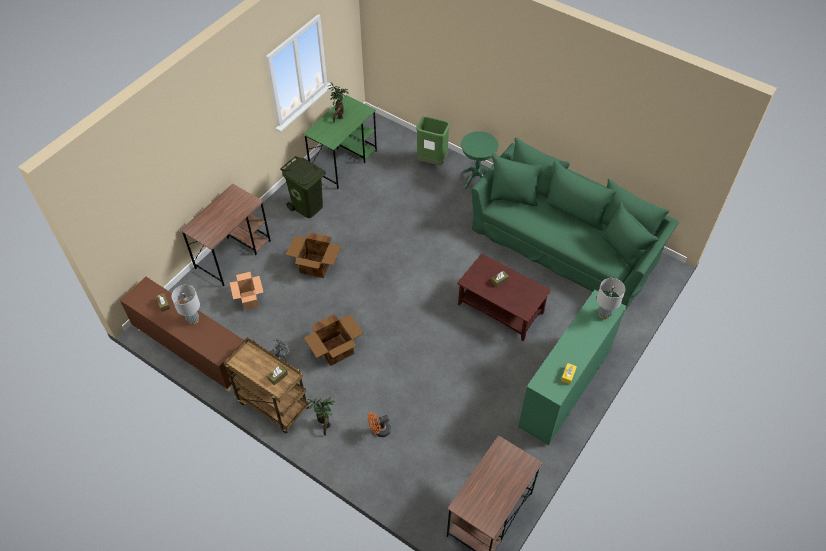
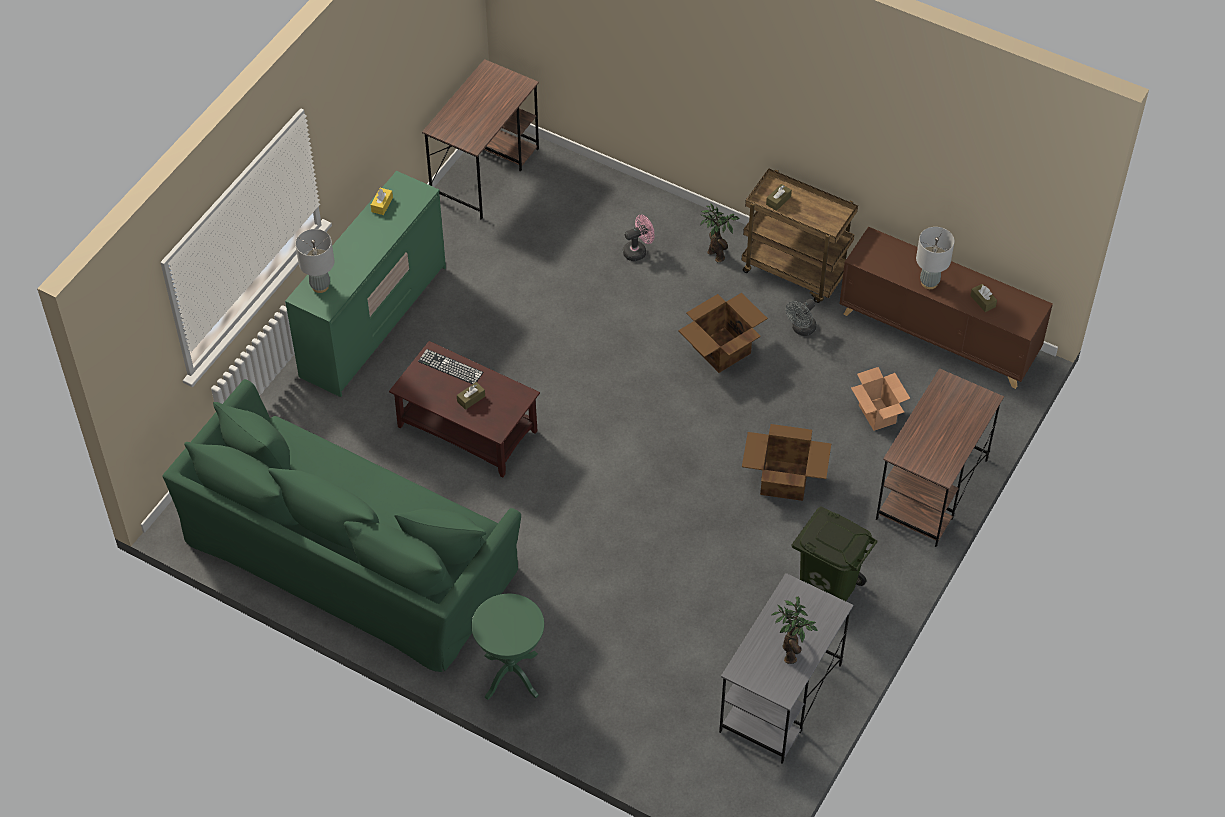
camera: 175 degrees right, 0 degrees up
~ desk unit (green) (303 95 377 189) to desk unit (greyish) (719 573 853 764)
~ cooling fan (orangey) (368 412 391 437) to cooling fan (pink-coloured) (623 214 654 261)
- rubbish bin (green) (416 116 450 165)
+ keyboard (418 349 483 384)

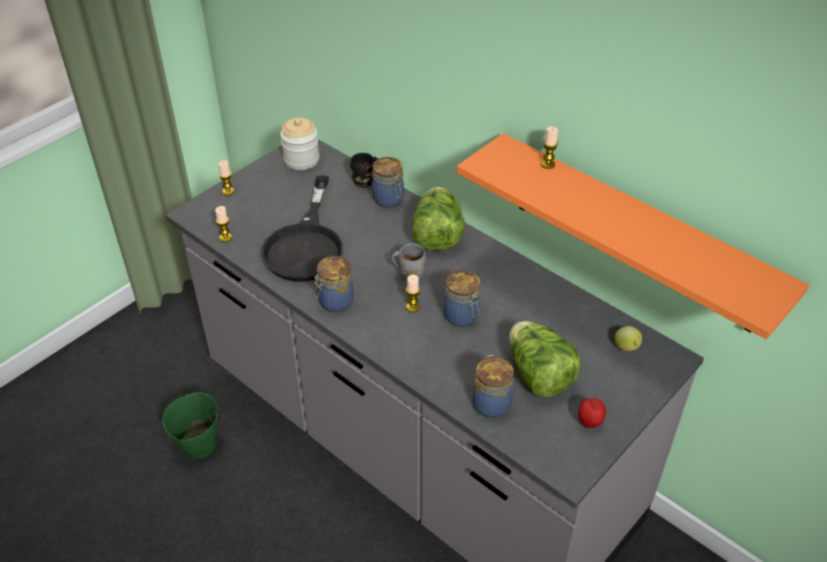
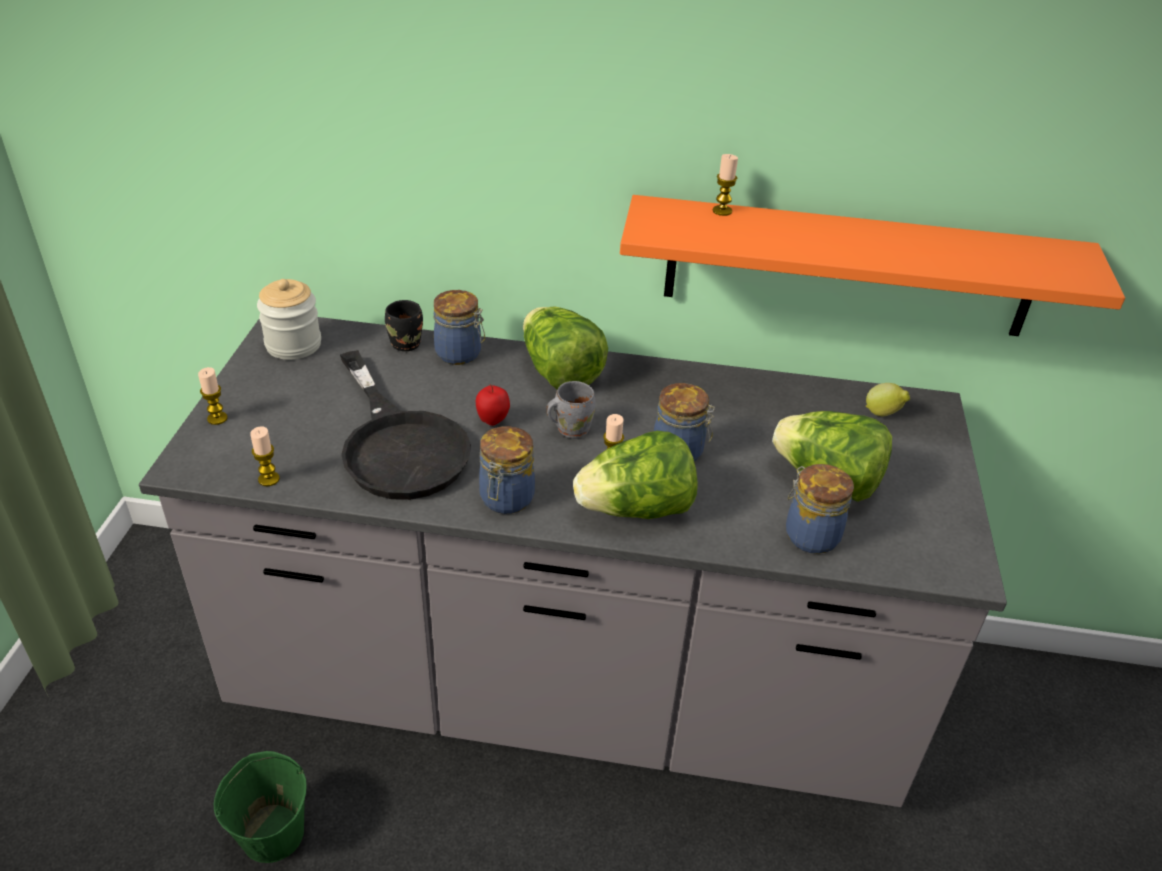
camera: 35 degrees left, 5 degrees down
~ apple (578 398 606 428) to (476 384 510 426)
+ head of lettuce (573 431 698 519)

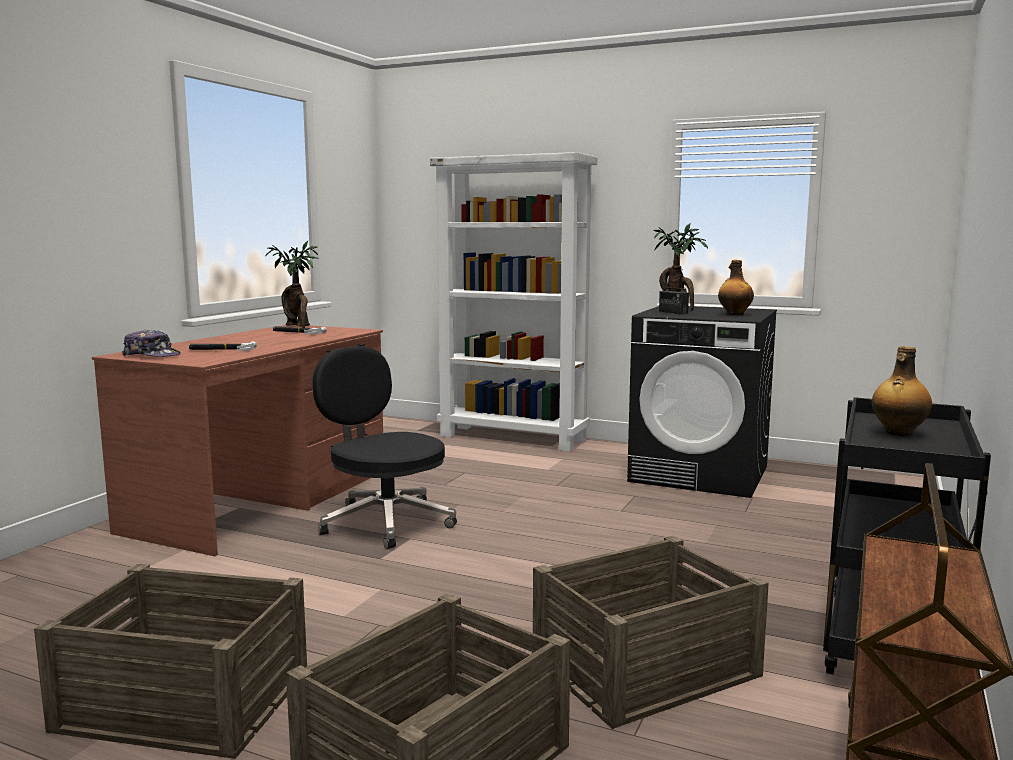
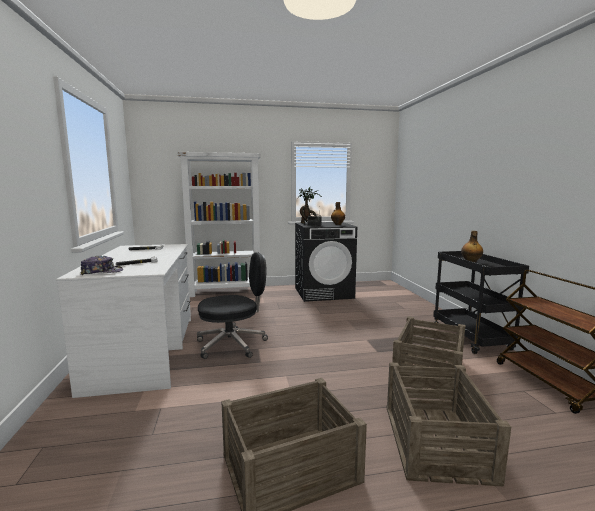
camera: 35 degrees left, 0 degrees up
~ desk unit (brownish) (92 325 383 556) to desk unit (white) (56 244 191 398)
- plant in a pot (265 241 319 328)
~ office chair (black) (313 346 457 549) = (197 252 268 359) 150 degrees clockwise

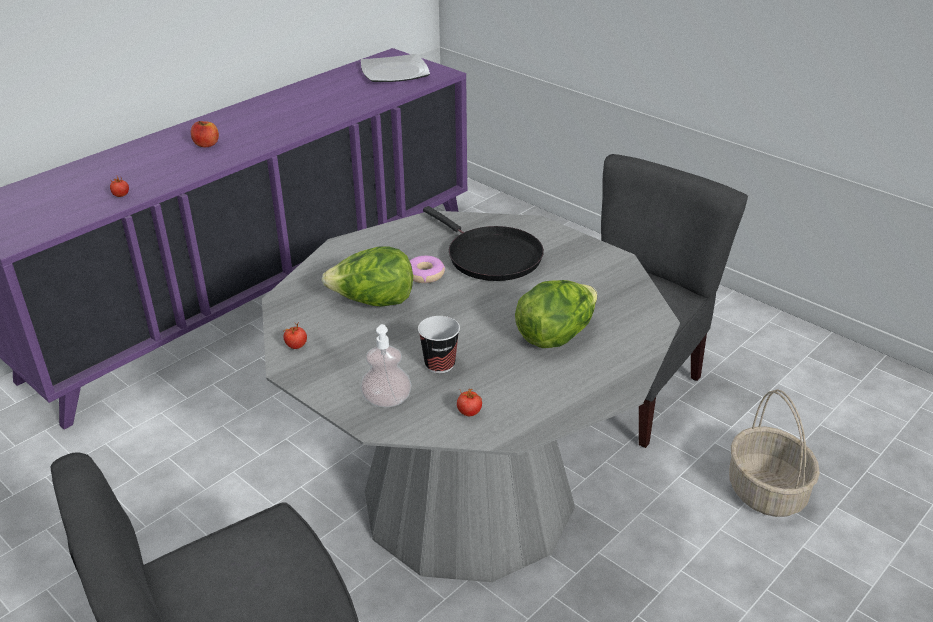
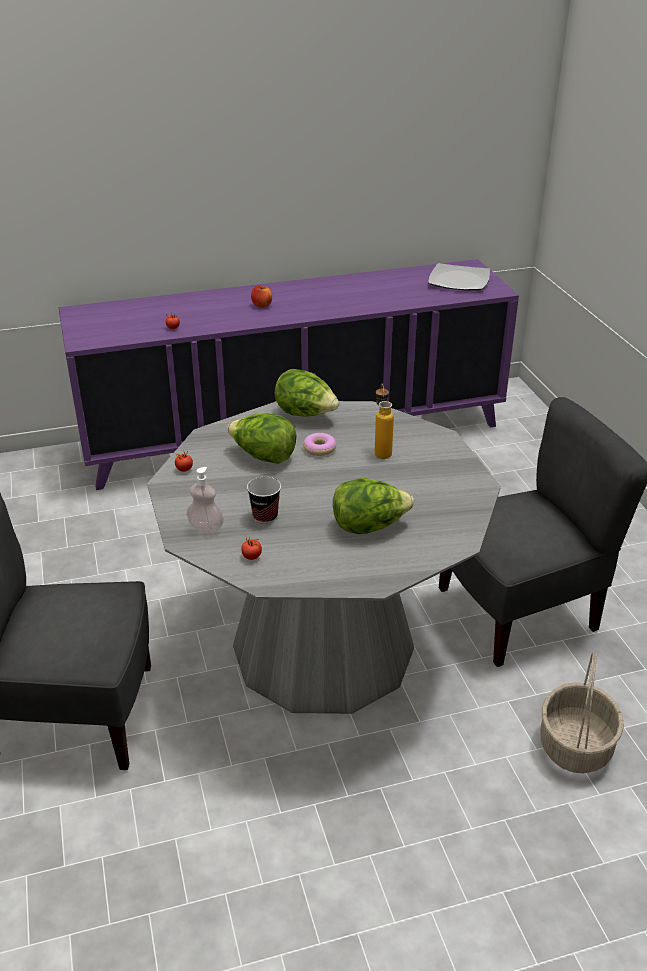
camera: 30 degrees right, 0 degrees up
~ skillet (black) (423 206 544 281) to beverage bottle (374 384 394 459)
+ head of lettuce (275 369 339 417)

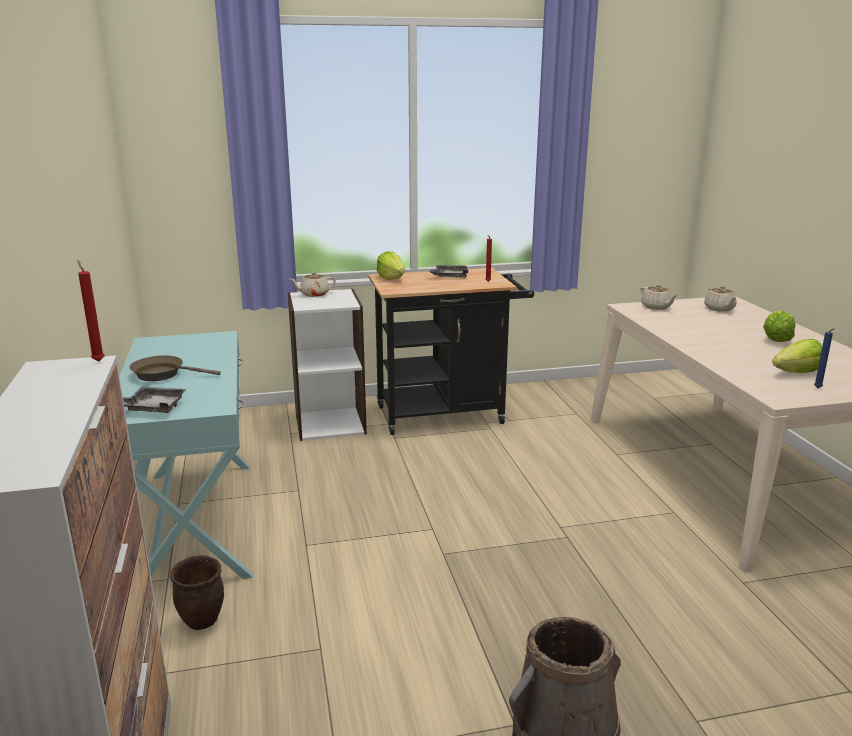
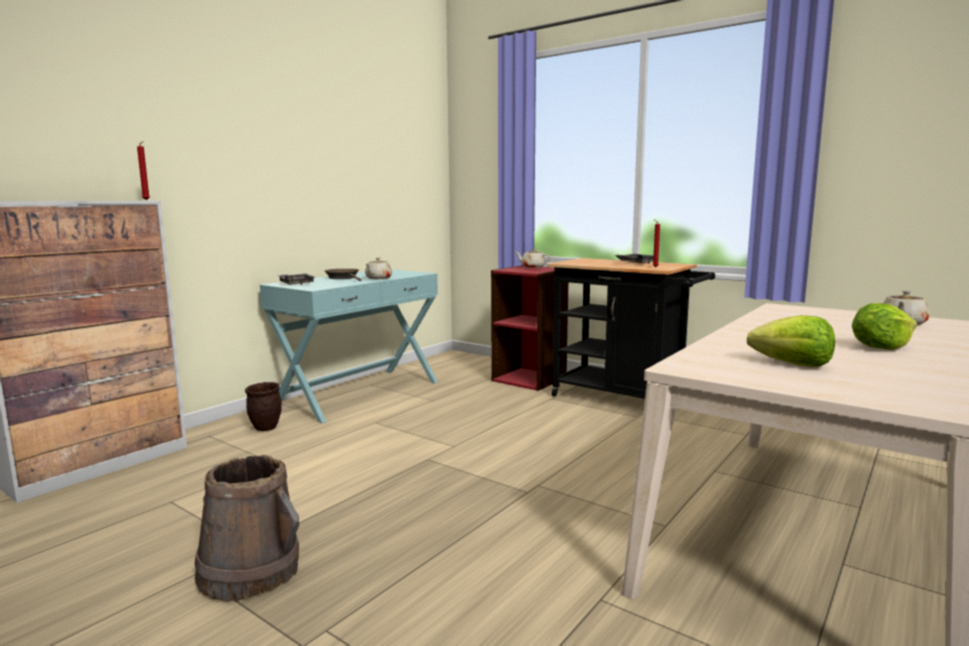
camera: 50 degrees right, 10 degrees down
~ bookshelf (white) (288 289 367 441) to bookshelf (red) (491 265 569 391)
- head of lettuce (376 252 405 280)
~ pot for tea (beige-coloured) (640 284 678 310) to (365 257 392 279)
- wax light (blue-coloured) (814 328 835 388)

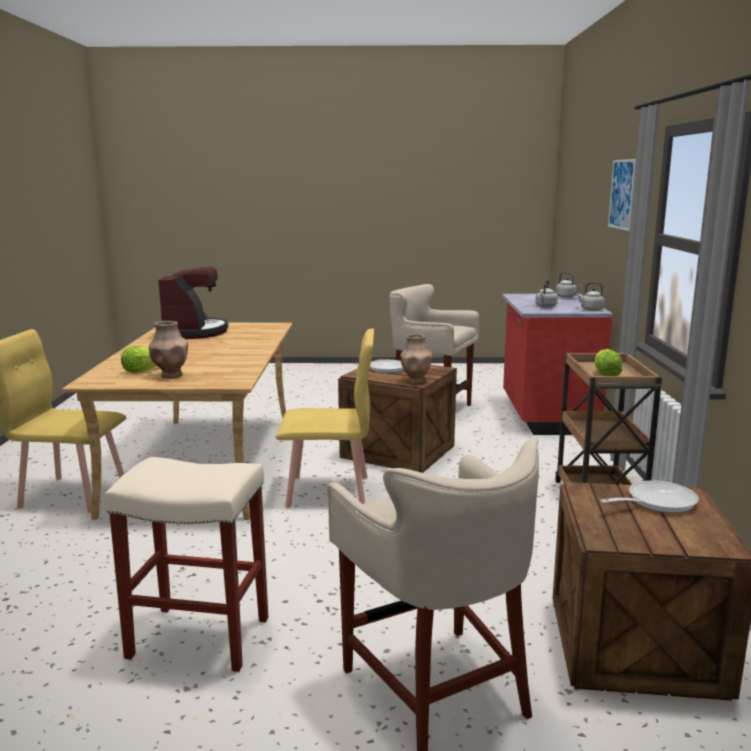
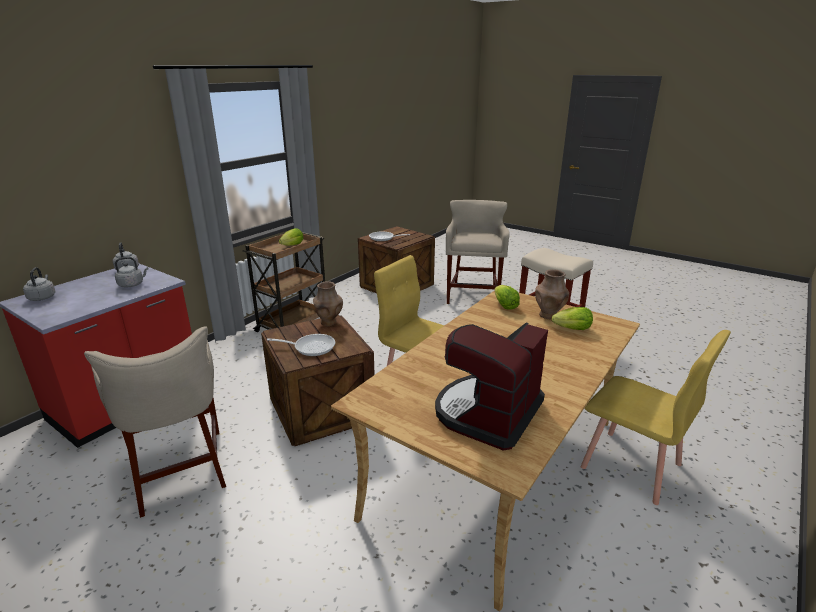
camera: 145 degrees left, 10 degrees up
- wall picture (608 159 636 231)
+ head of lettuce (495 285 520 309)

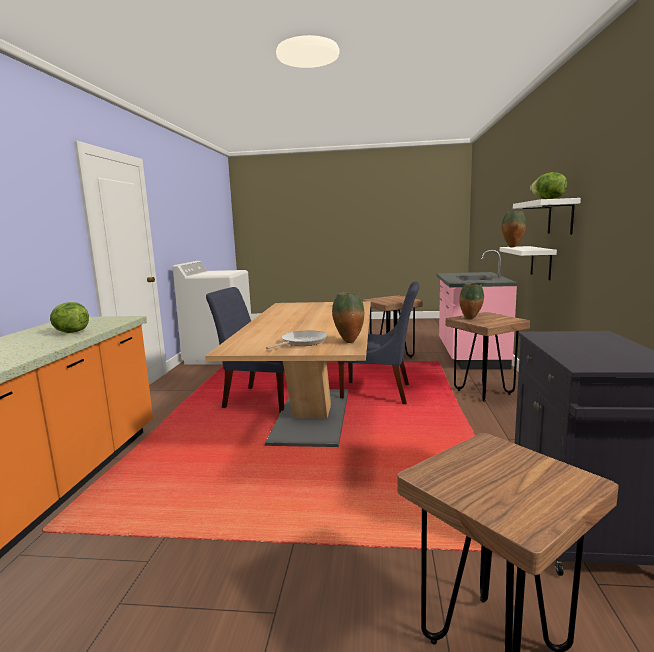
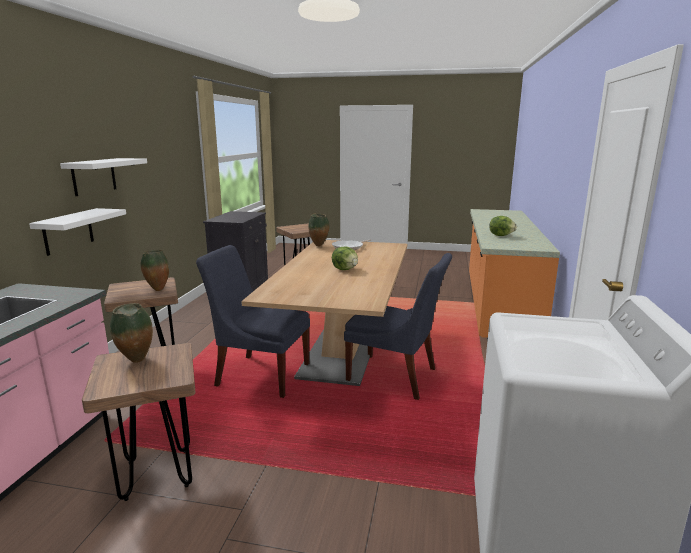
camera: 175 degrees left, 5 degrees up
~ flower vase (502 211 526 247) to (110 303 153 363)
~ head of lettuce (530 172 567 199) to (332 247 358 270)

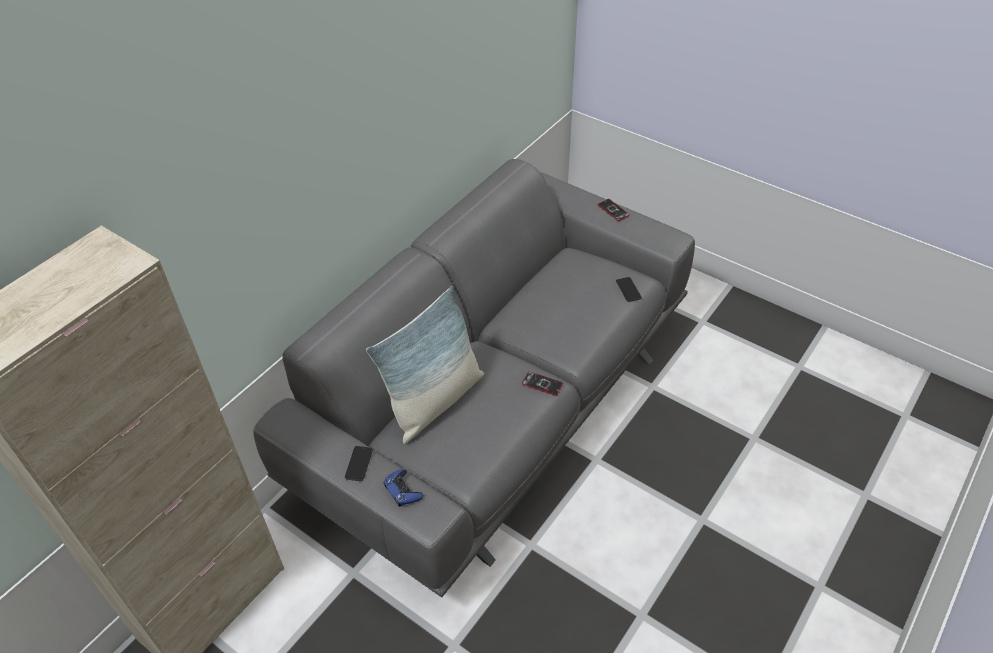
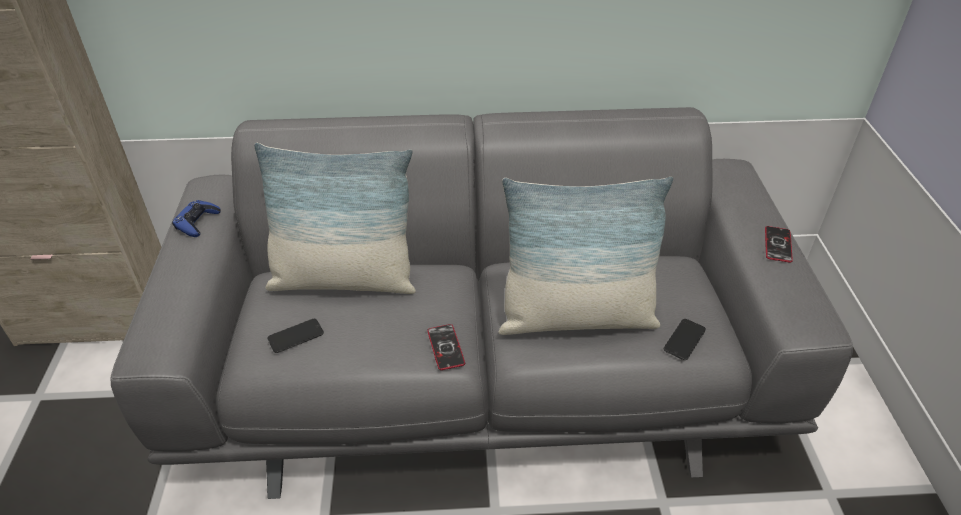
camera: 50 degrees right, 5 degrees down
~ telephone (345 446 373 481) to (267 319 324 353)
~ joypad (blue-coloured) (384 469 423 507) to (172 200 221 237)
+ throw pillow (498 177 673 335)

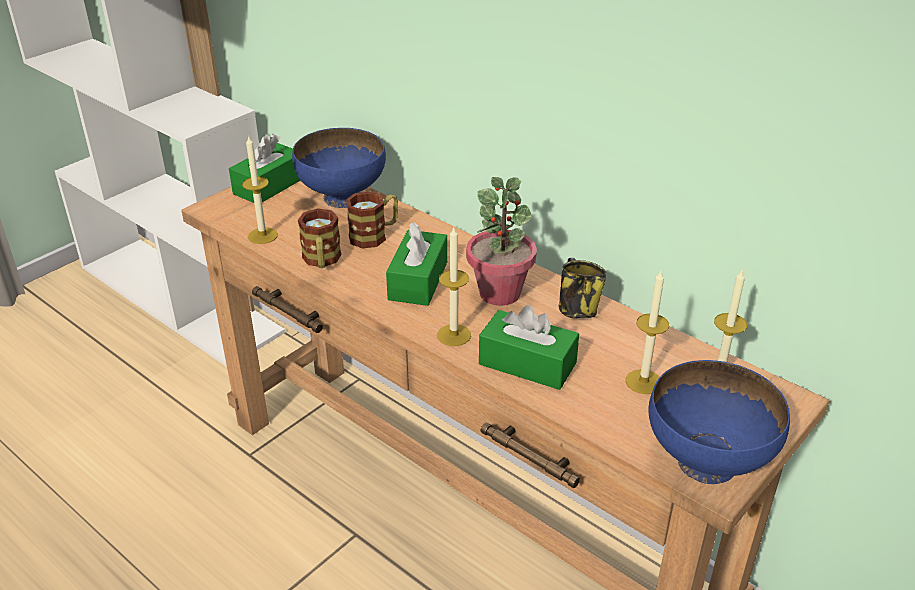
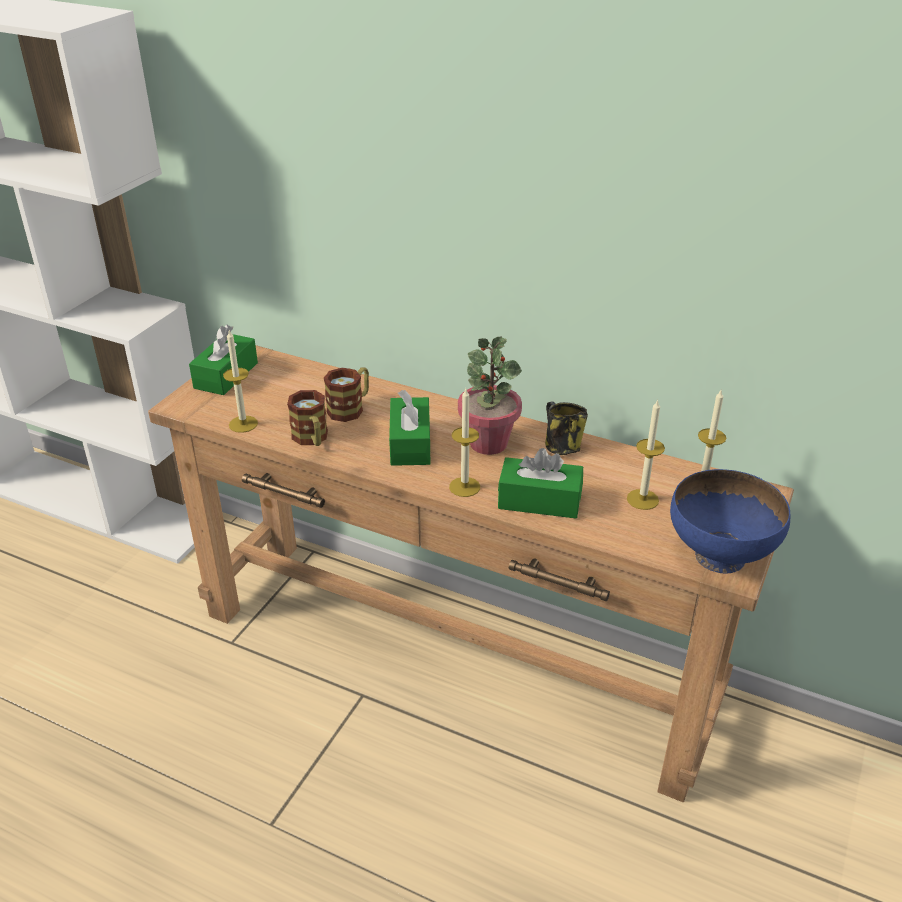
camera: 15 degrees left, 0 degrees up
- bowl (blue-coloured) (292 128 386 208)

